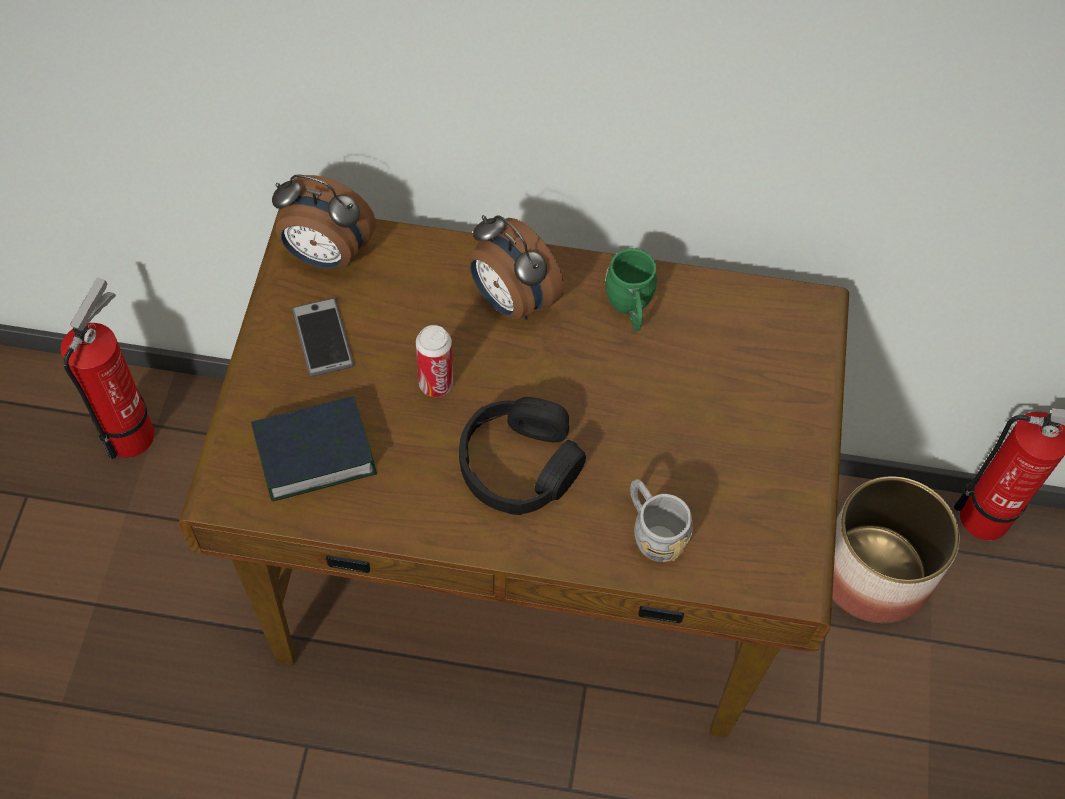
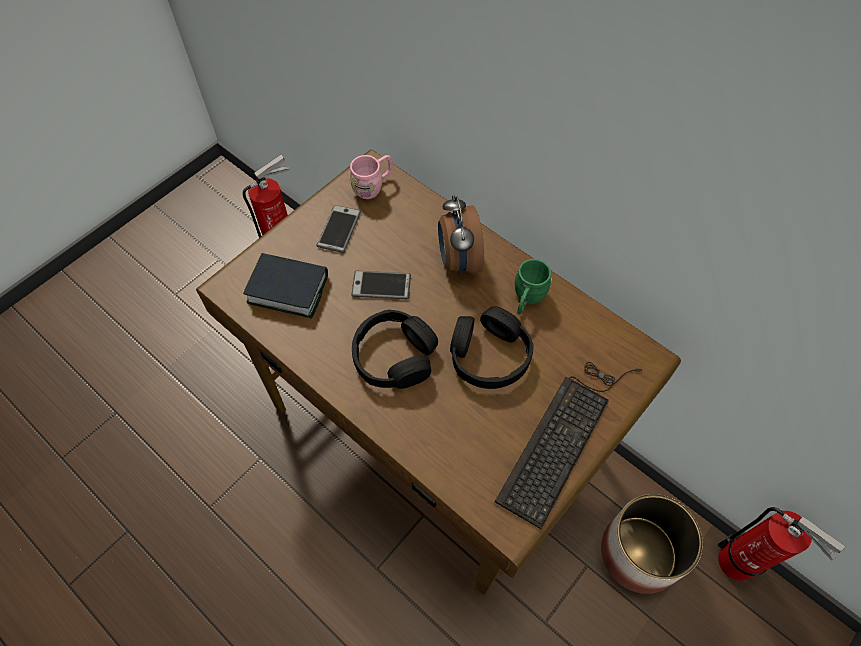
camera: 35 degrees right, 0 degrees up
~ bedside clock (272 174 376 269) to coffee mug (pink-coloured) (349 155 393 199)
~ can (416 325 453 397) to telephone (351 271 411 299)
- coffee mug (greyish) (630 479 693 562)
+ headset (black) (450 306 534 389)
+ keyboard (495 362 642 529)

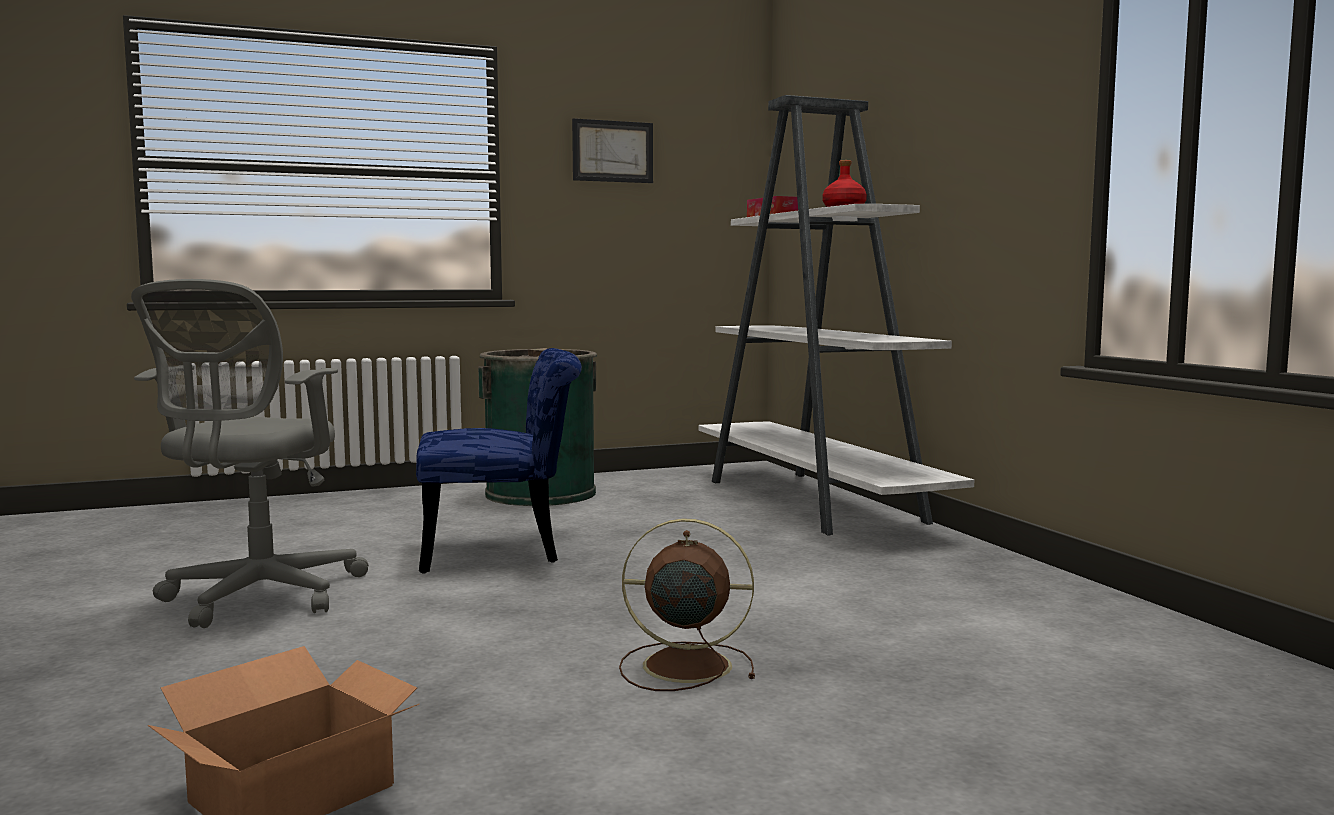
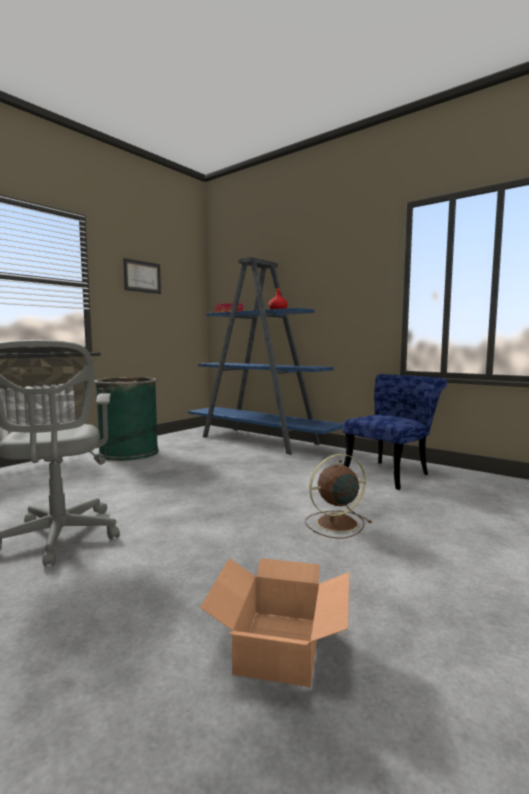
camera: 30 degrees left, 0 degrees up
~ chair (blue-coloured) (416 348 582 574) to (342 374 447 490)
~ bookshelf (white) (698 95 974 536) to bookshelf (blue-coloured) (188 257 343 455)

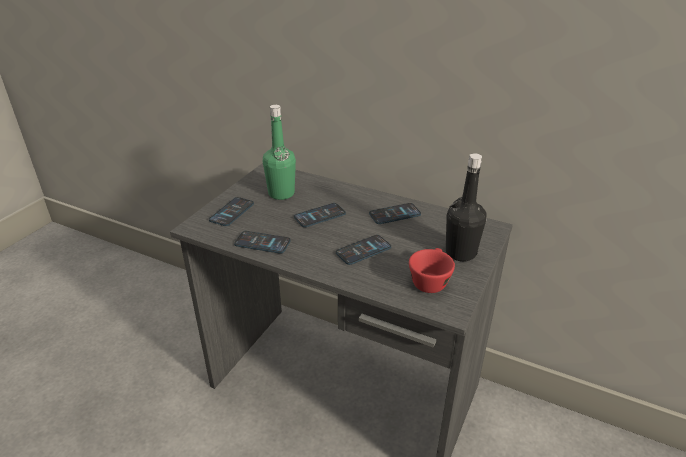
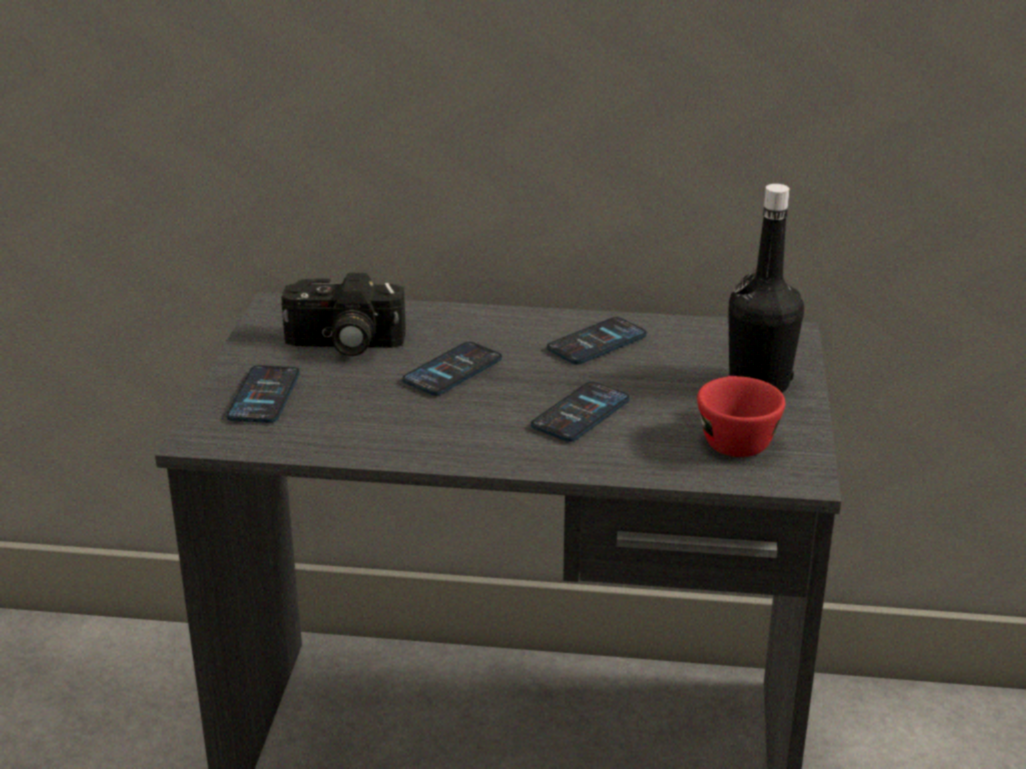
camera: 20 degrees left, 5 degrees down
- telephone (234 231 291 254)
~ beverage bottle (green) (263 105 296 200) to still camera (281 273 406 356)

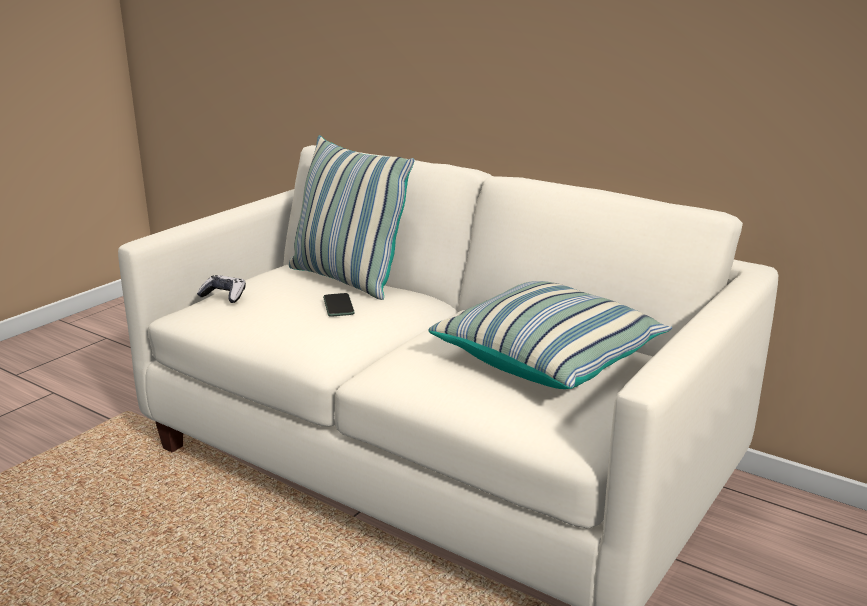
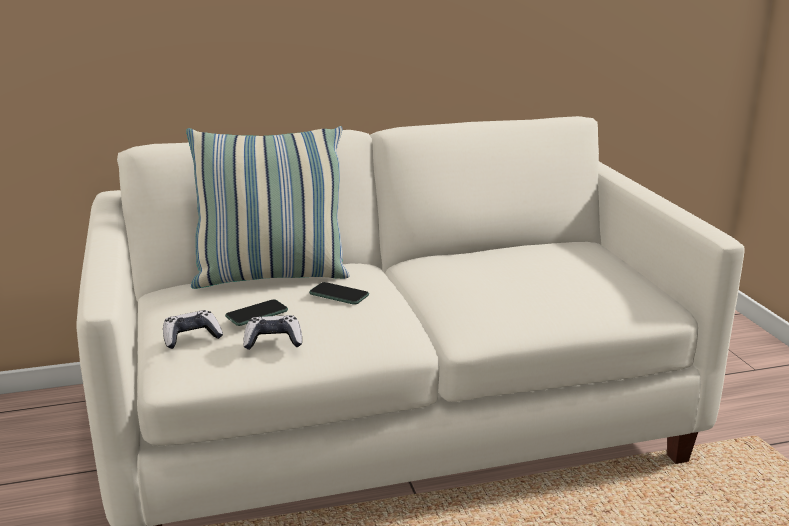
camera: 50 degrees left, 0 degrees up
- throw pillow (428 281 672 389)
+ telephone (225 299 288 326)
+ joypad (243 315 302 350)

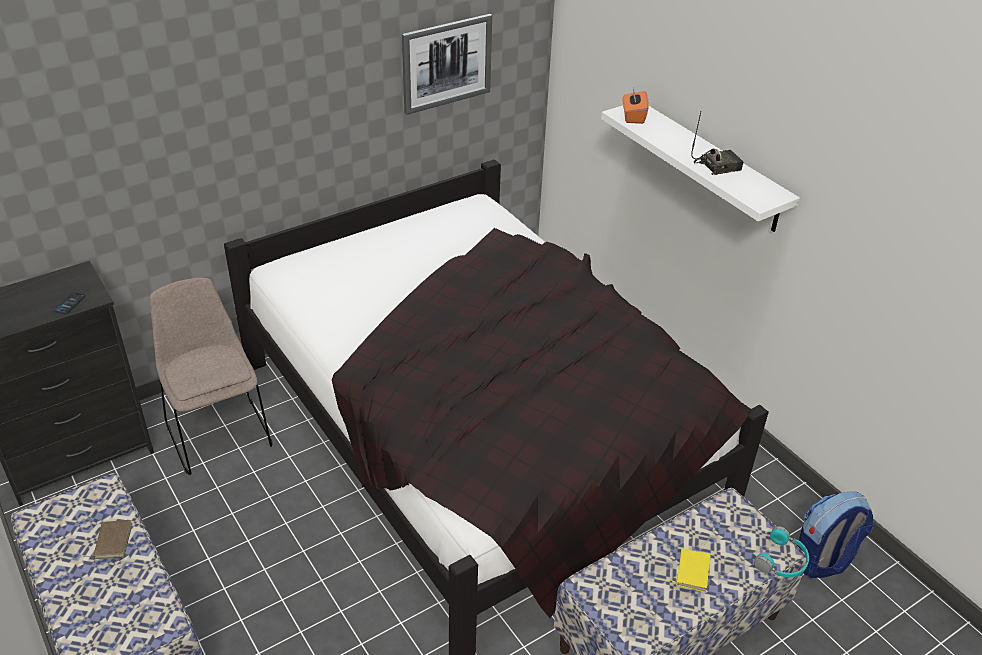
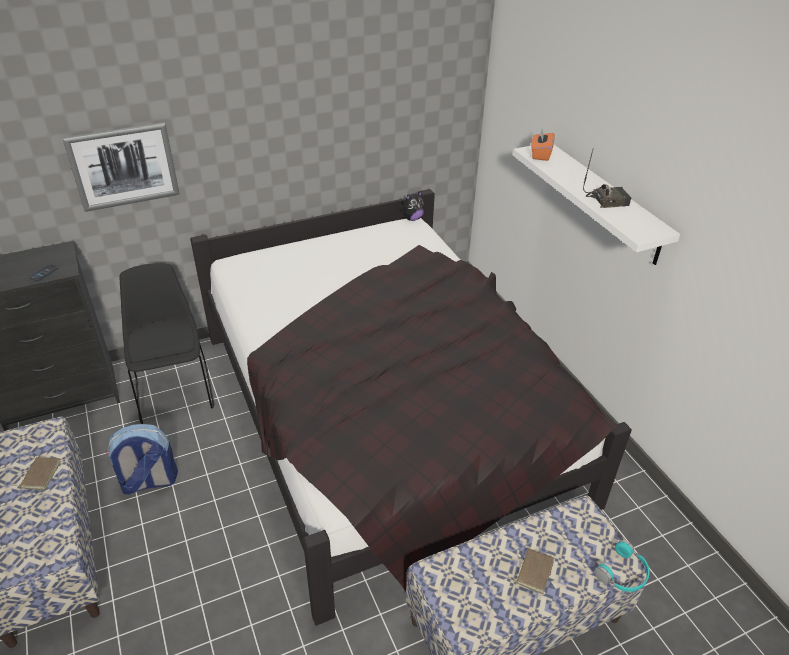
camera: 10 degrees right, 0 degrees up
~ chair (beige-coloured) (150 278 273 475) to chair (black) (119 263 214 424)
~ wall picture (402 14 492 115) to (62 122 180 212)
~ book (yellowish) (667 549 710 592) to book (brownish) (509 548 554 594)
~ knapsack (797 491 873 578) to (106 424 178 495)
+ cuddly toy (402 191 425 221)

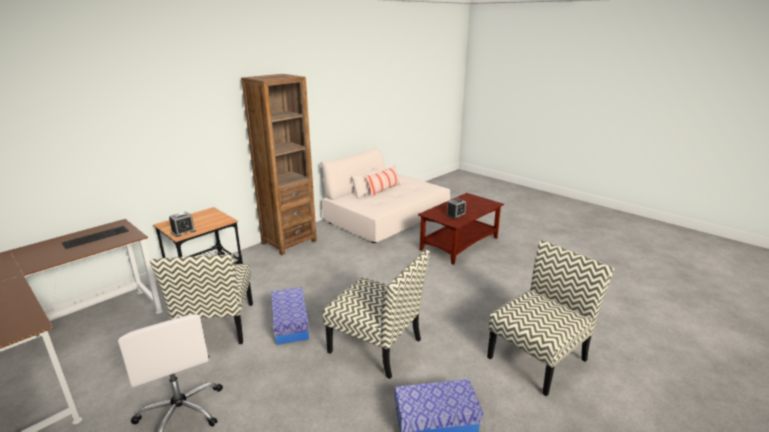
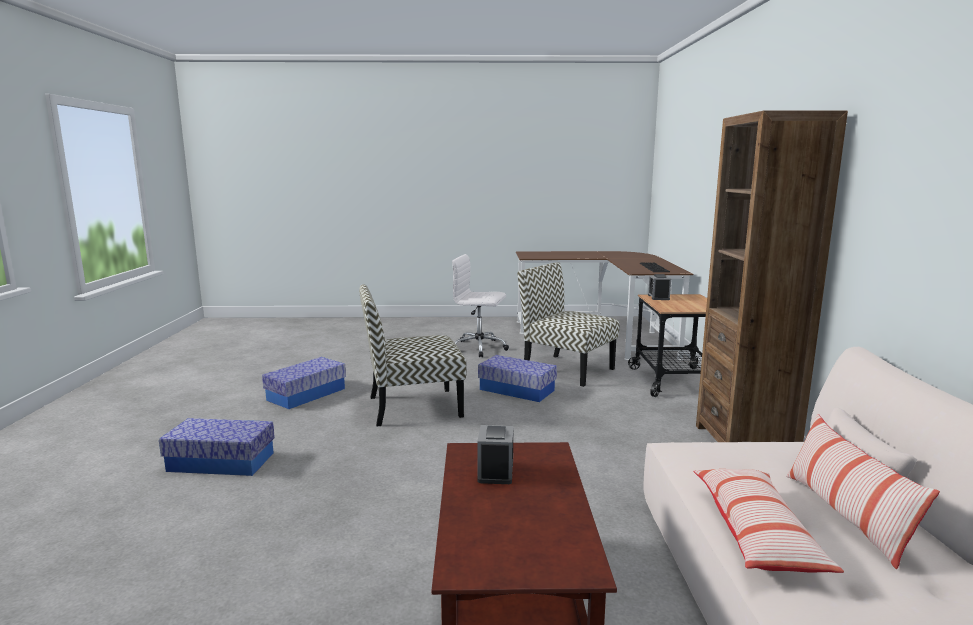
camera: 135 degrees right, 10 degrees down
~ chair (487 240 614 396) to storage container (159 418 275 476)
+ throw pillow (693 469 844 573)

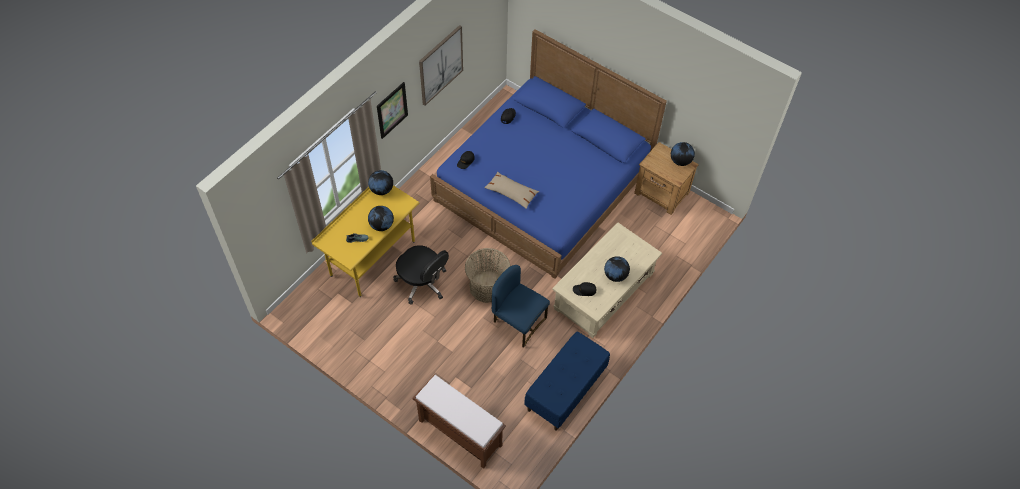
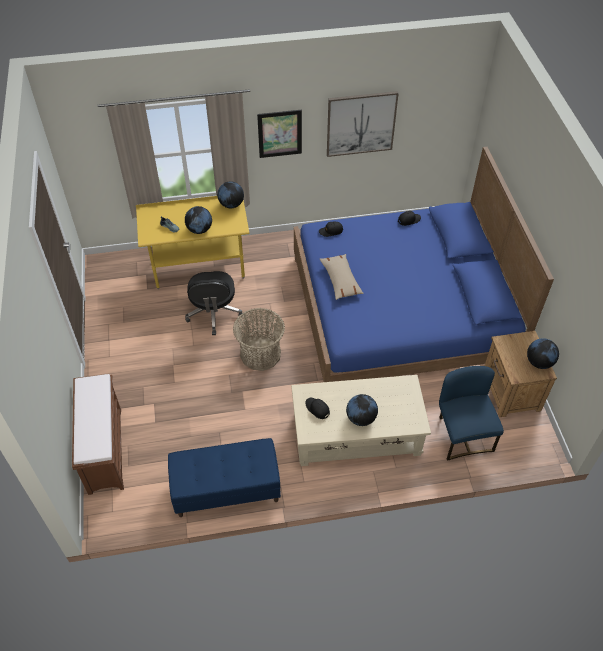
camera: 45 degrees right, 5 degrees down
~ chair (blue-coloured) (492 265 550 348) to (439 366 504 461)

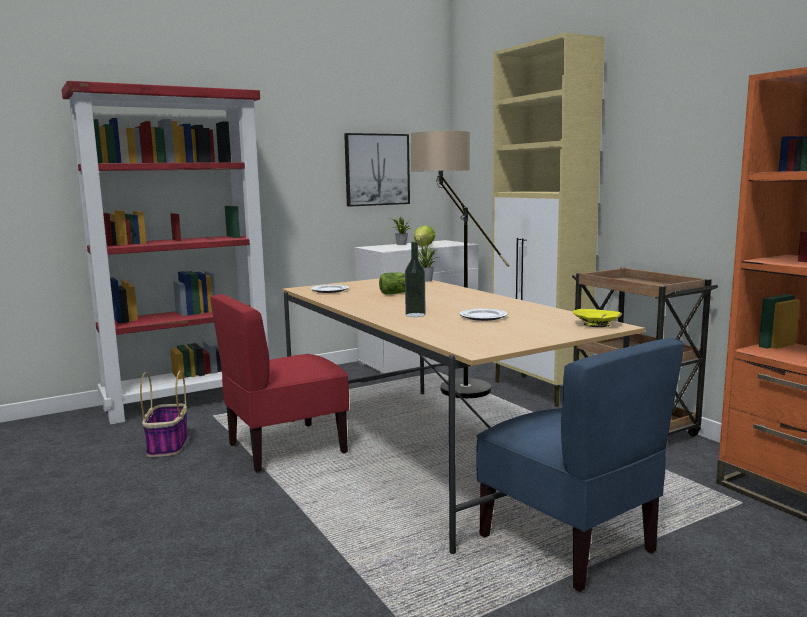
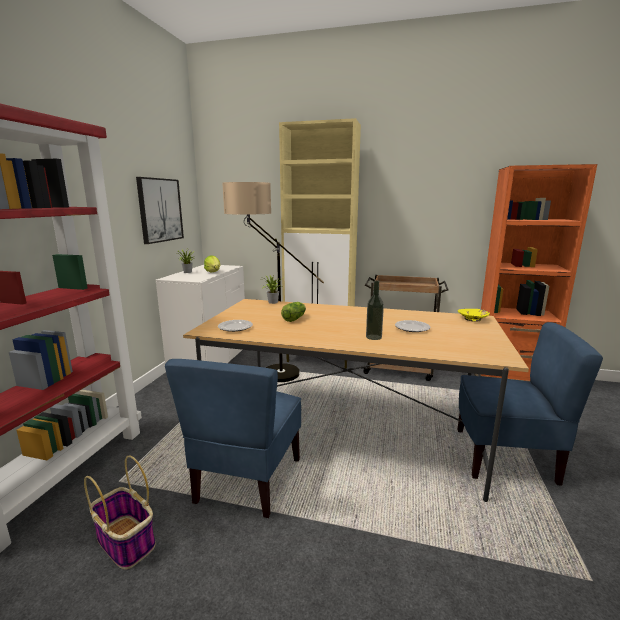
camera: 45 degrees left, 5 degrees up
~ chair (red) (210 294 349 473) to chair (blue-coloured) (165 359 301 518)

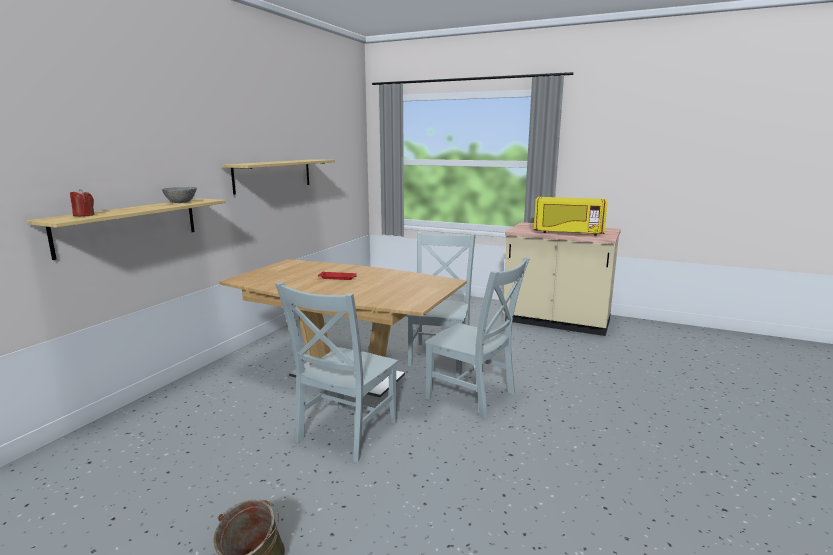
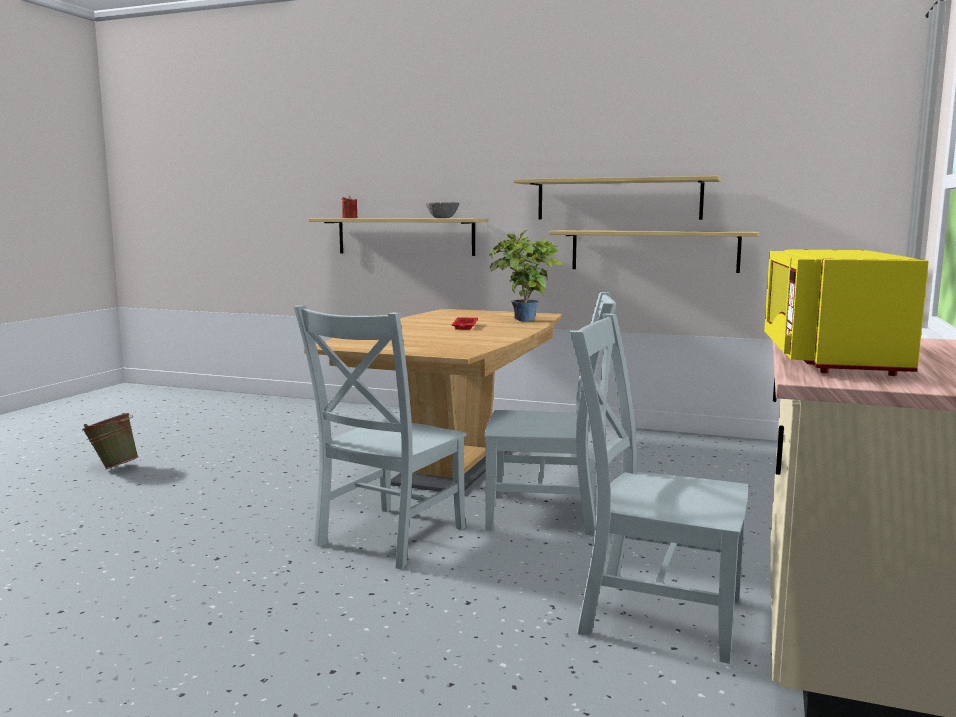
camera: 85 degrees right, 5 degrees down
~ chair (greyish) (275 282 398 462) to (570 313 748 664)
+ plant in a pot (489 230 564 321)
+ wall shelf (549 230 759 273)

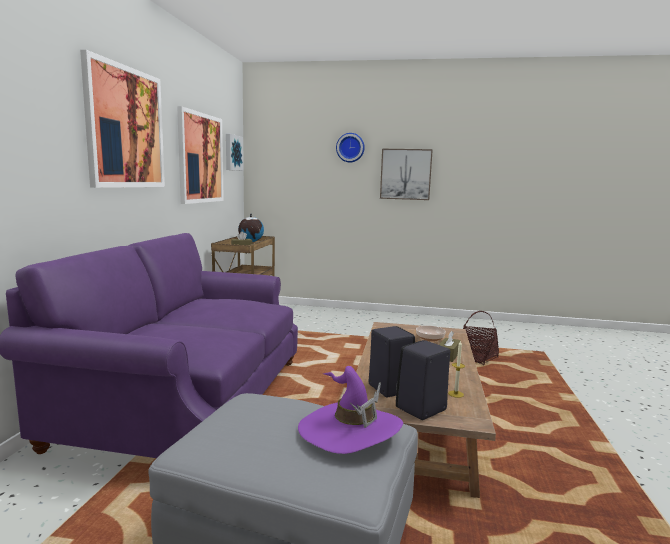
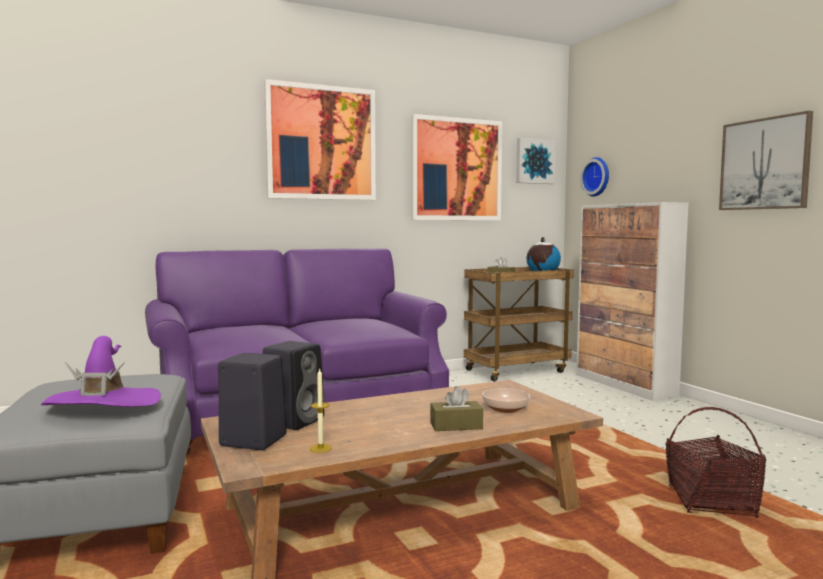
camera: 55 degrees right, 5 degrees down
~ hanging clock (336 133 365 163) to (580 157 609 197)
+ cupboard (576 202 689 401)

